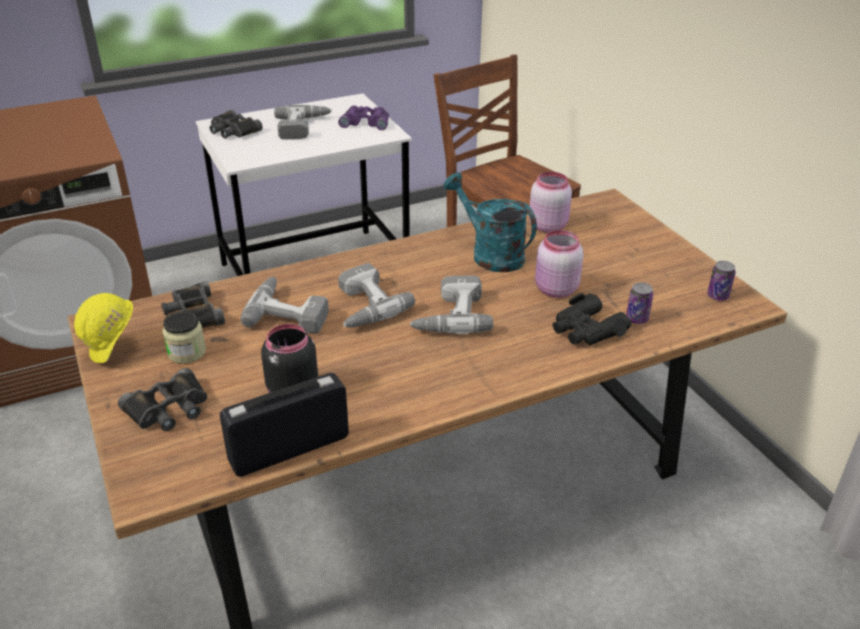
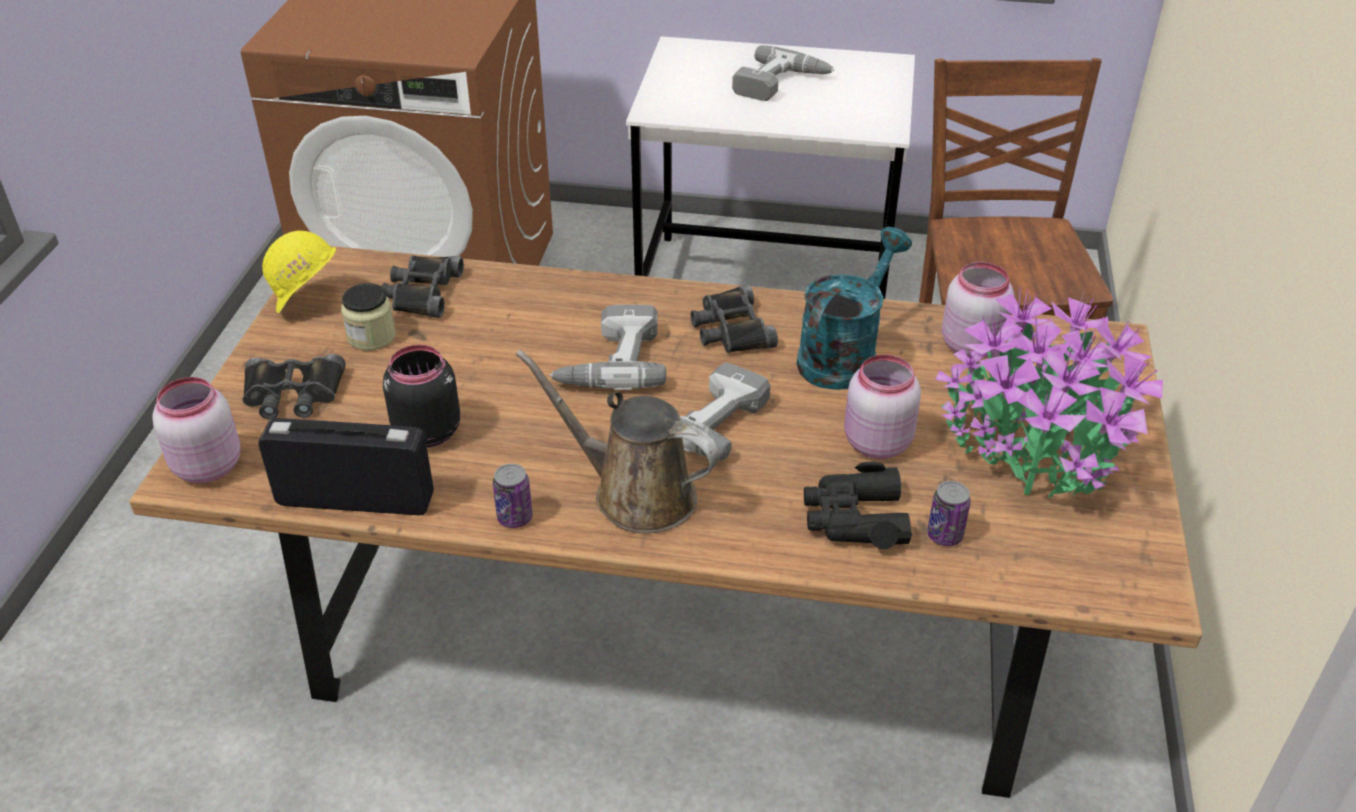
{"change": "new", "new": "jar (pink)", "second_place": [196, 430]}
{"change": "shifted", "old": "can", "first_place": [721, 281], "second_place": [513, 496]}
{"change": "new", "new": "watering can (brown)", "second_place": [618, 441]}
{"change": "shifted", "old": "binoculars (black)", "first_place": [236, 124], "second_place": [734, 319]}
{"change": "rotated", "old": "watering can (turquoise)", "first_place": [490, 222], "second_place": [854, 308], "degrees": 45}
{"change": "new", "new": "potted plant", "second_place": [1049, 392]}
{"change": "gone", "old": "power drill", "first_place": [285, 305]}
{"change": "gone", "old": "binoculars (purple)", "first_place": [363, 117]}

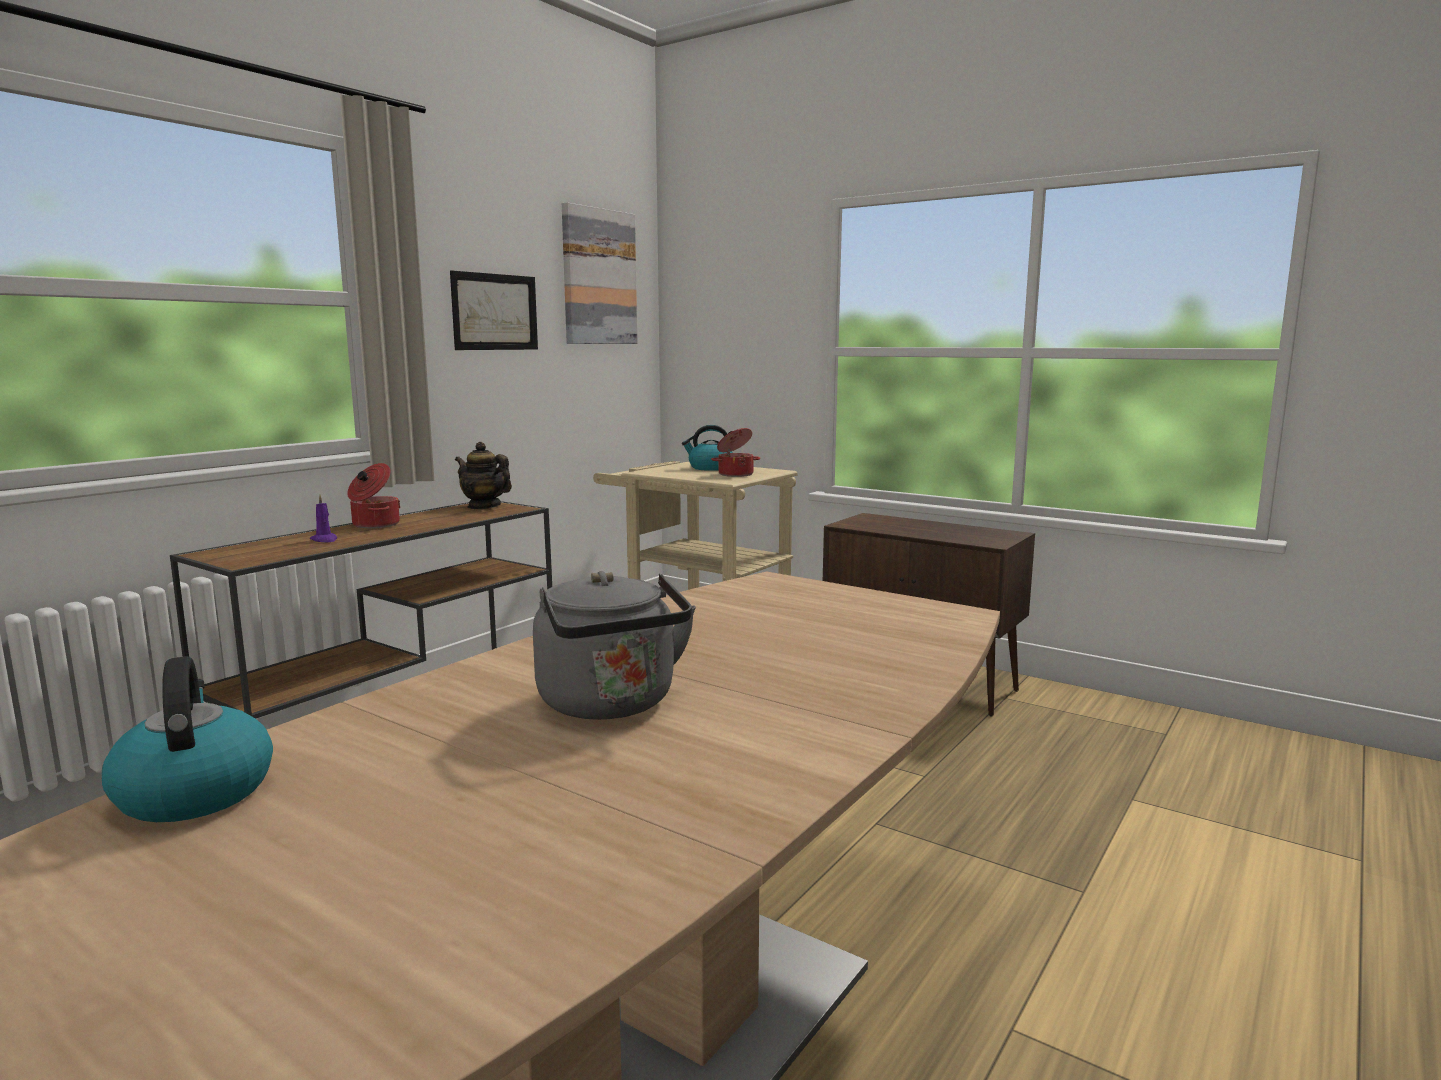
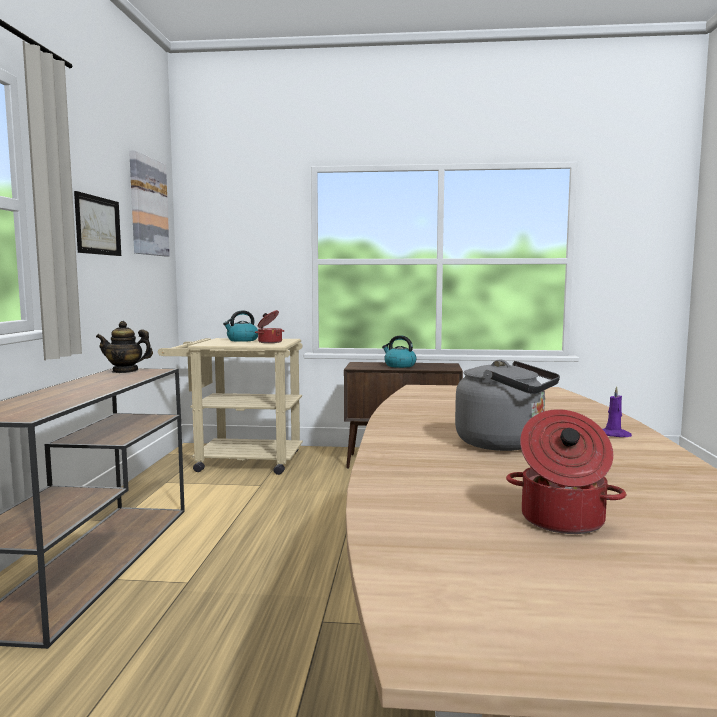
{"change": "shifted", "old": "kettle", "first_place": [187, 739], "second_place": [399, 351]}
{"change": "shifted", "old": "cooking pot", "first_place": [373, 495], "second_place": [566, 471]}
{"change": "shifted", "old": "candle (purple)", "first_place": [323, 518], "second_place": [617, 411]}

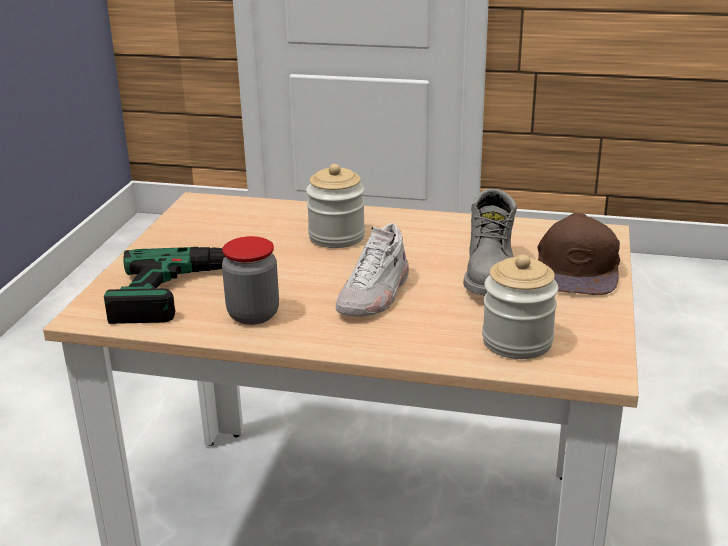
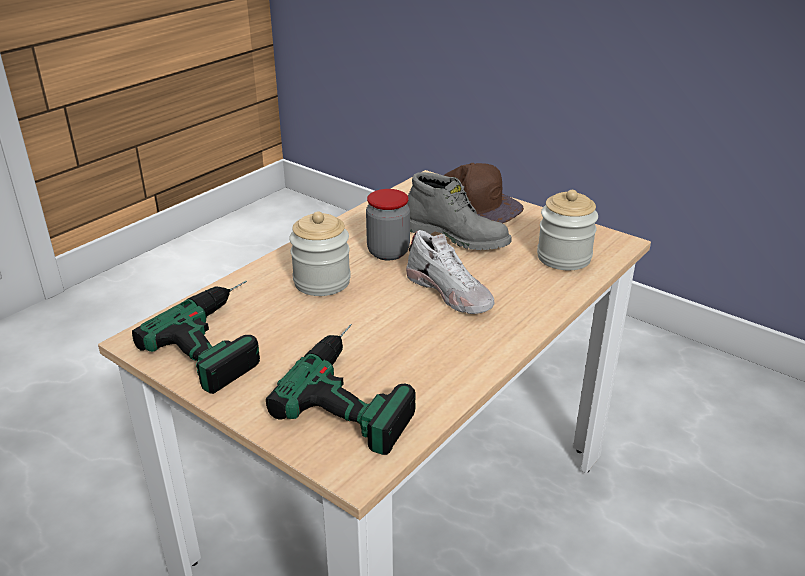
{"change": "new", "new": "power drill", "second_place": [196, 337]}
{"change": "shifted", "old": "jar", "first_place": [250, 280], "second_place": [388, 224]}

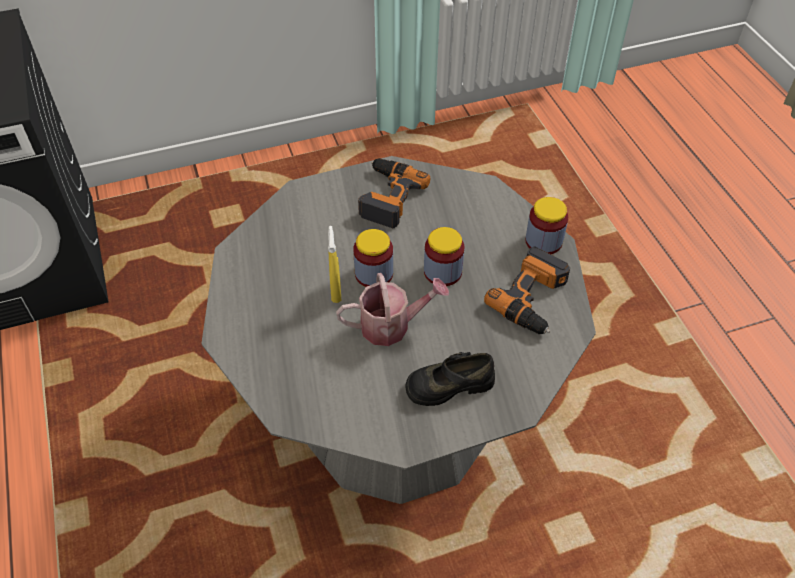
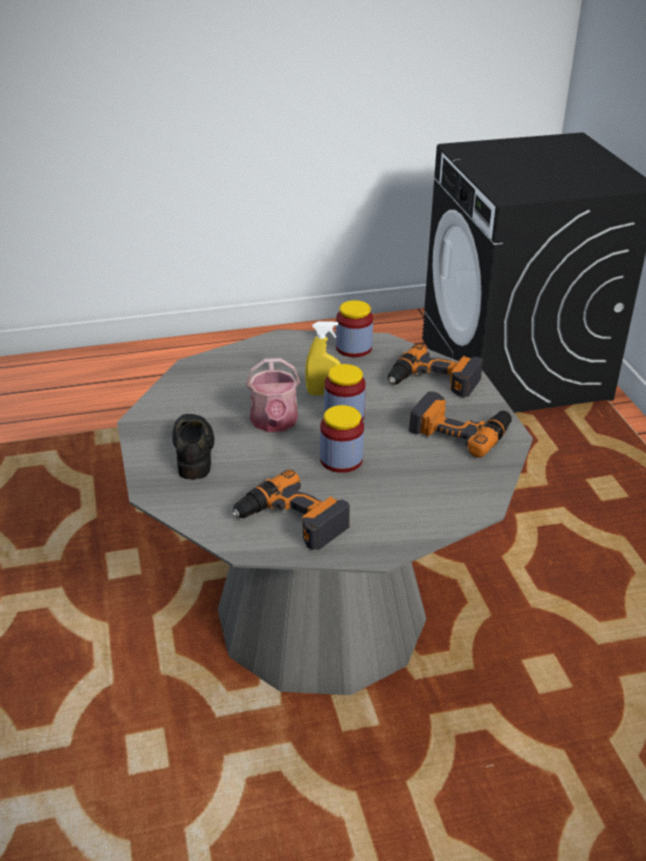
{"change": "shifted", "old": "jar", "first_place": [546, 225], "second_place": [354, 328]}
{"change": "new", "new": "power drill", "second_place": [435, 370]}

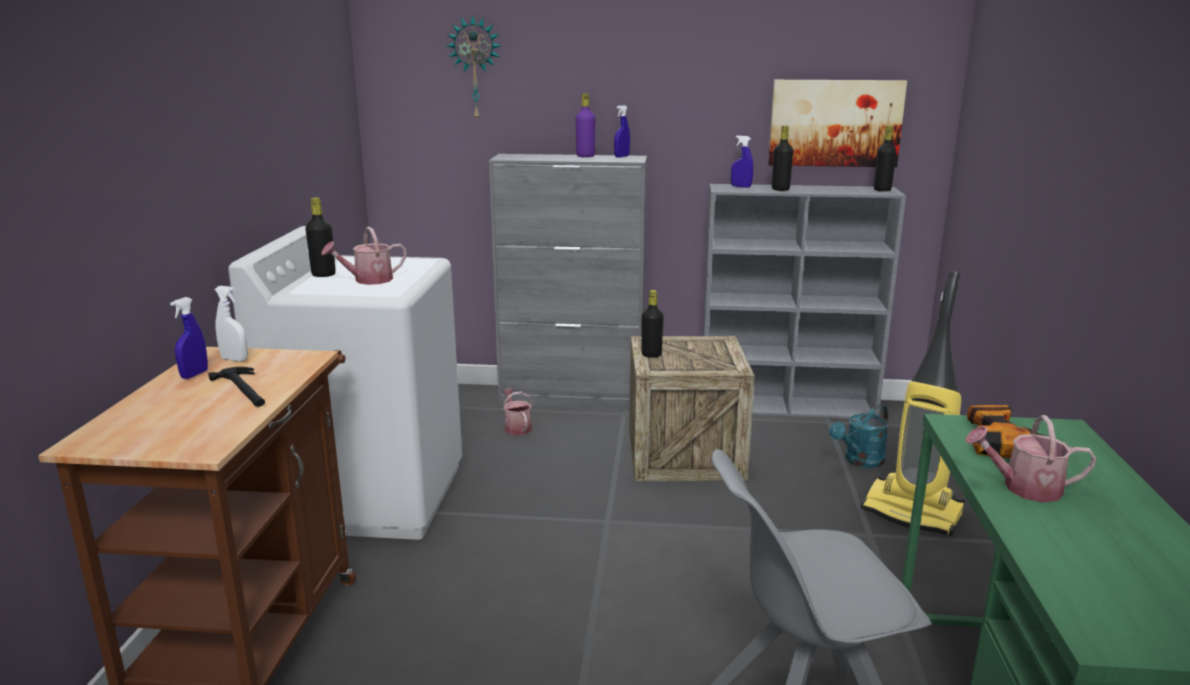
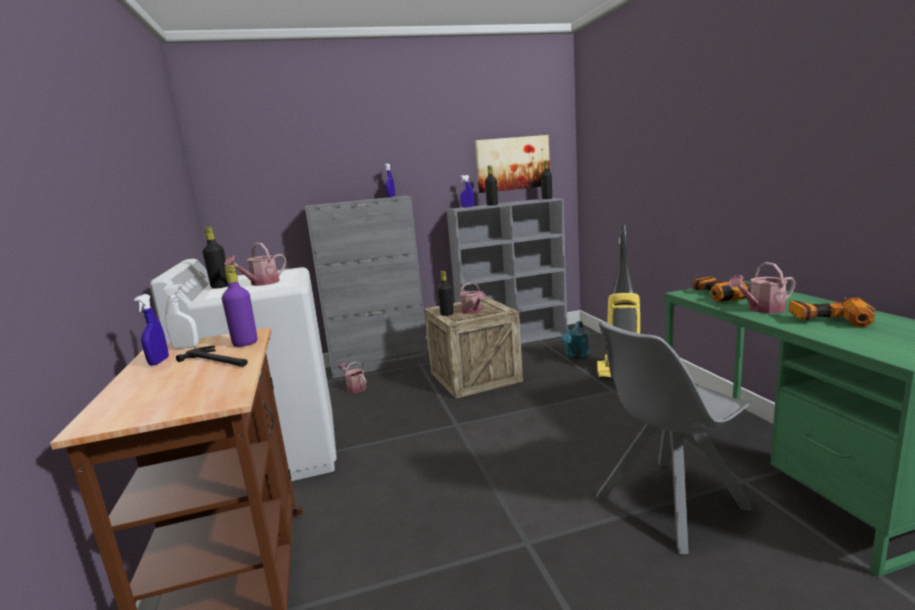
{"change": "shifted", "old": "bottle (purple)", "first_place": [585, 125], "second_place": [239, 306]}
{"change": "new", "new": "watering can", "second_place": [472, 298]}
{"change": "new", "new": "power drill", "second_place": [832, 312]}
{"change": "gone", "old": "wall clock", "first_place": [473, 67]}

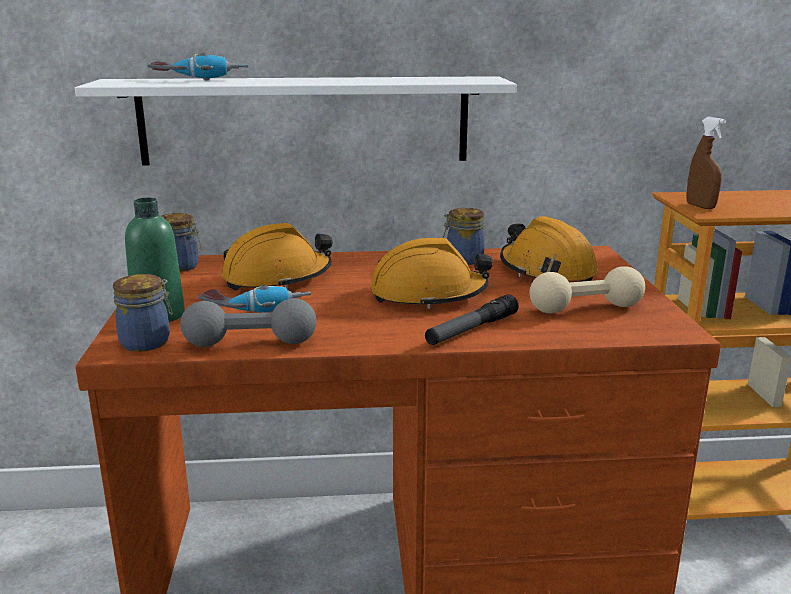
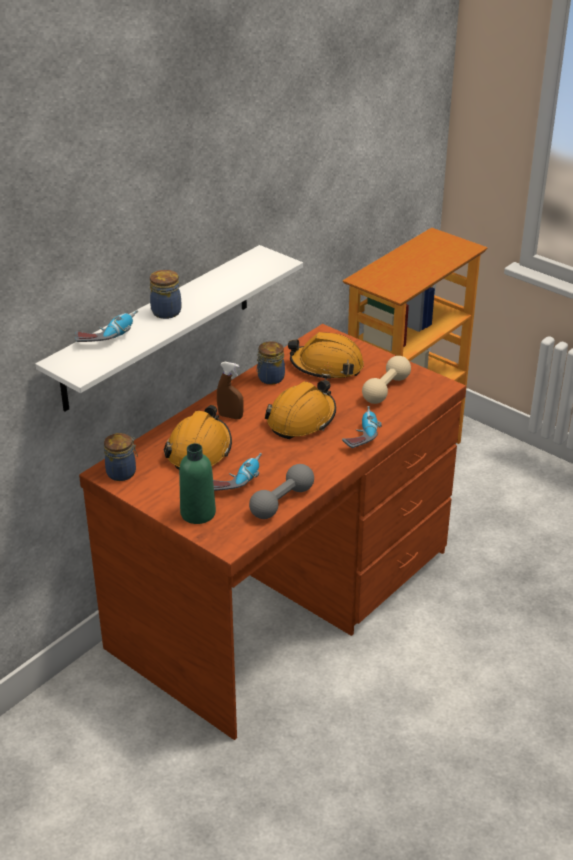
{"change": "shifted", "old": "jar", "first_place": [143, 313], "second_place": [165, 294]}
{"change": "shifted", "old": "spray bottle (brown)", "first_place": [706, 163], "second_place": [230, 390]}
{"change": "swapped", "old": "flashlight", "new": "power drill", "first_place": [472, 319], "second_place": [362, 427]}

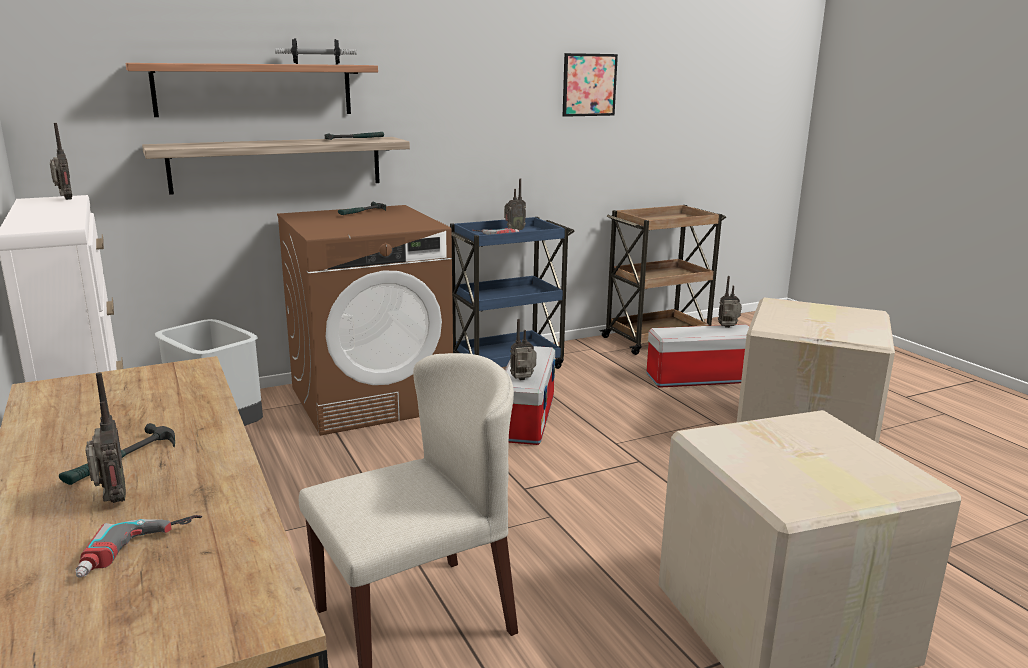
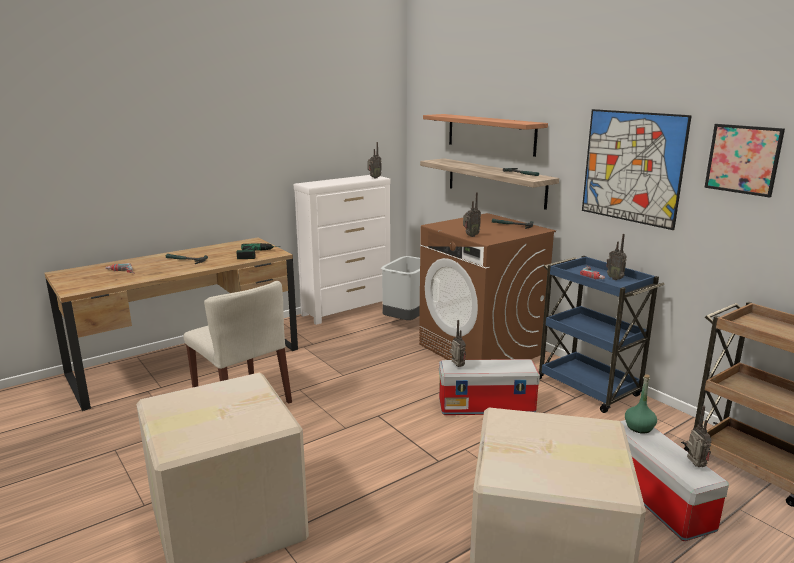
{"change": "new", "new": "power drill", "second_place": [258, 251]}
{"change": "shifted", "old": "radio", "first_place": [106, 437], "second_place": [472, 214]}
{"change": "new", "new": "picture", "second_place": [637, 169]}
{"change": "new", "new": "bottle (green)", "second_place": [641, 404]}
{"change": "gone", "old": "dumbbell", "first_place": [315, 51]}

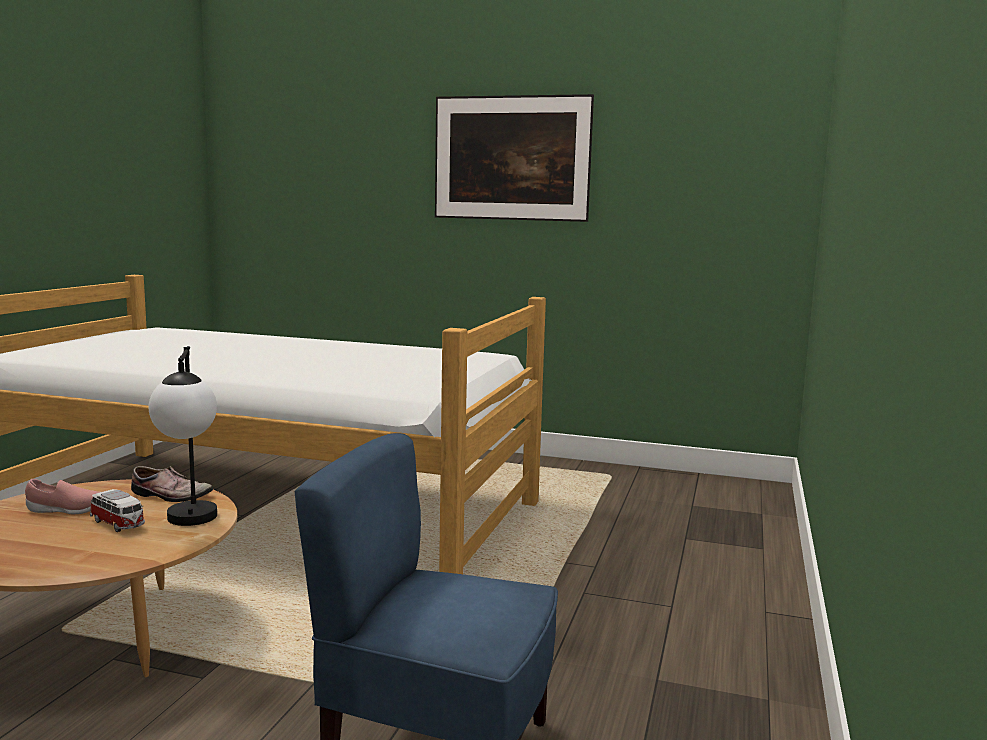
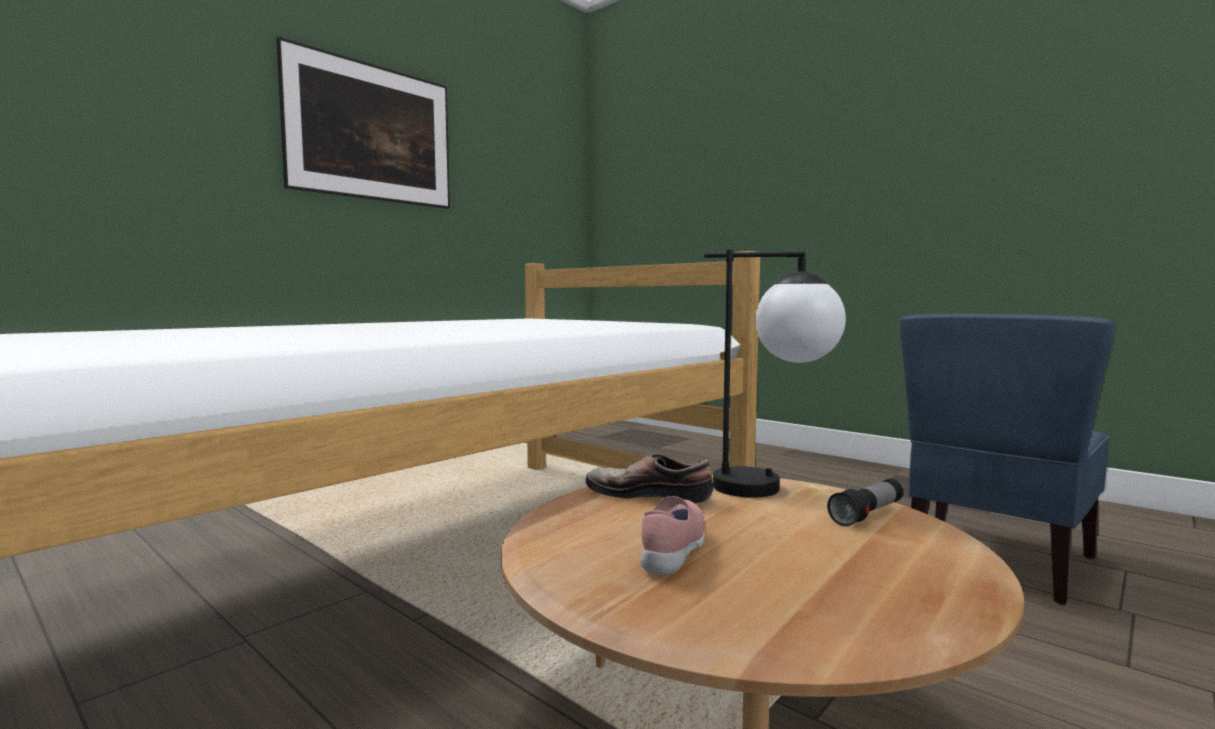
{"change": "rotated", "old": "shoe", "first_place": [172, 484], "second_place": [649, 478], "degrees": -105}
{"change": "new", "new": "flashlight", "second_place": [865, 503]}
{"change": "gone", "old": "toy car", "first_place": [117, 510]}

